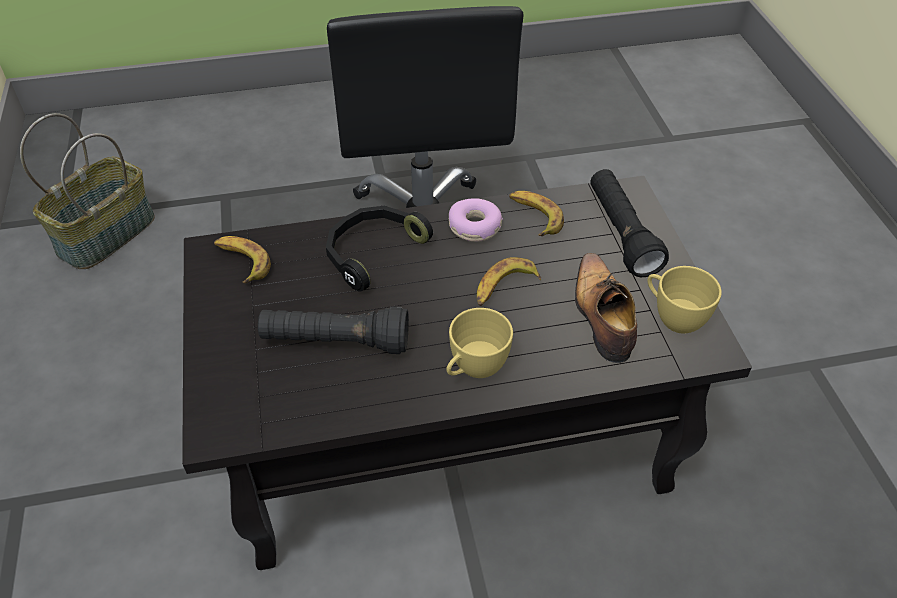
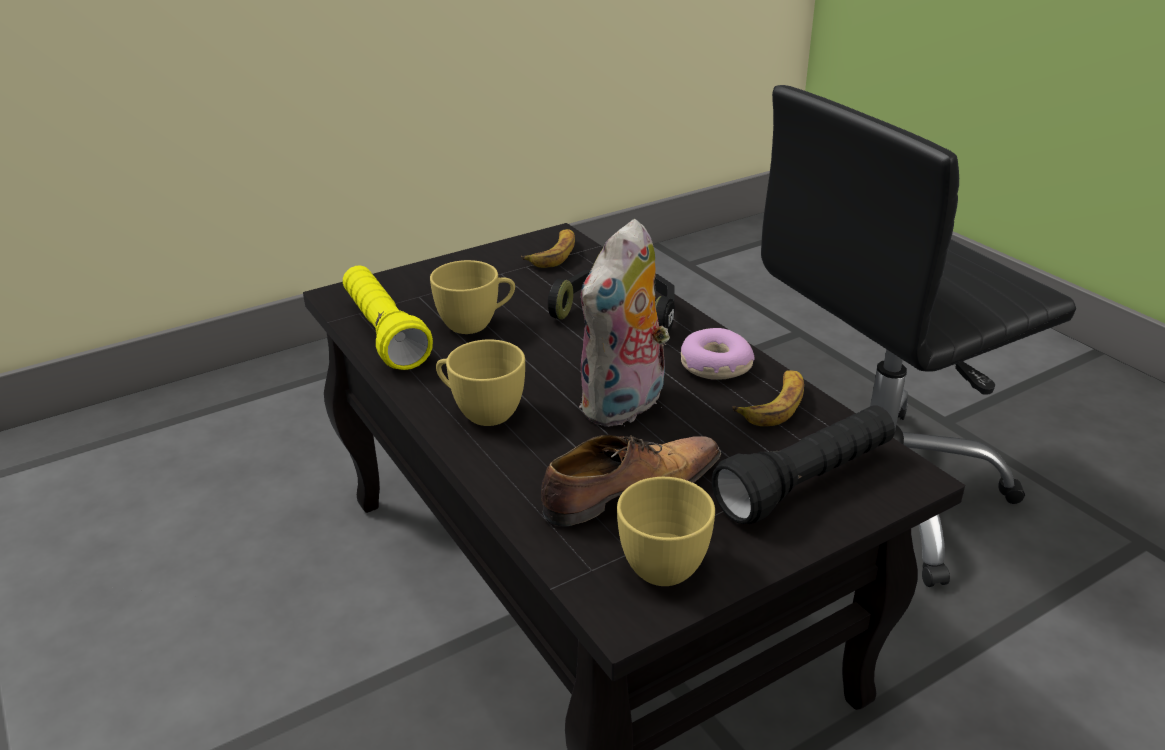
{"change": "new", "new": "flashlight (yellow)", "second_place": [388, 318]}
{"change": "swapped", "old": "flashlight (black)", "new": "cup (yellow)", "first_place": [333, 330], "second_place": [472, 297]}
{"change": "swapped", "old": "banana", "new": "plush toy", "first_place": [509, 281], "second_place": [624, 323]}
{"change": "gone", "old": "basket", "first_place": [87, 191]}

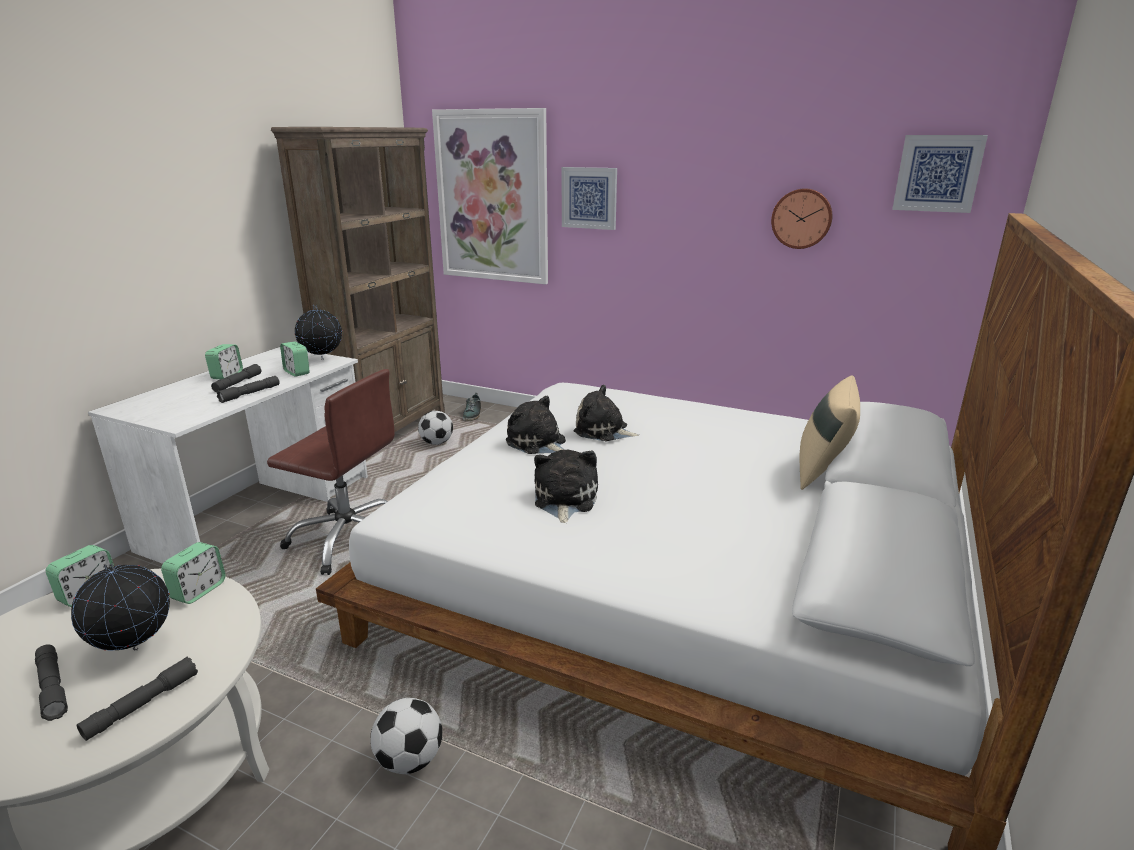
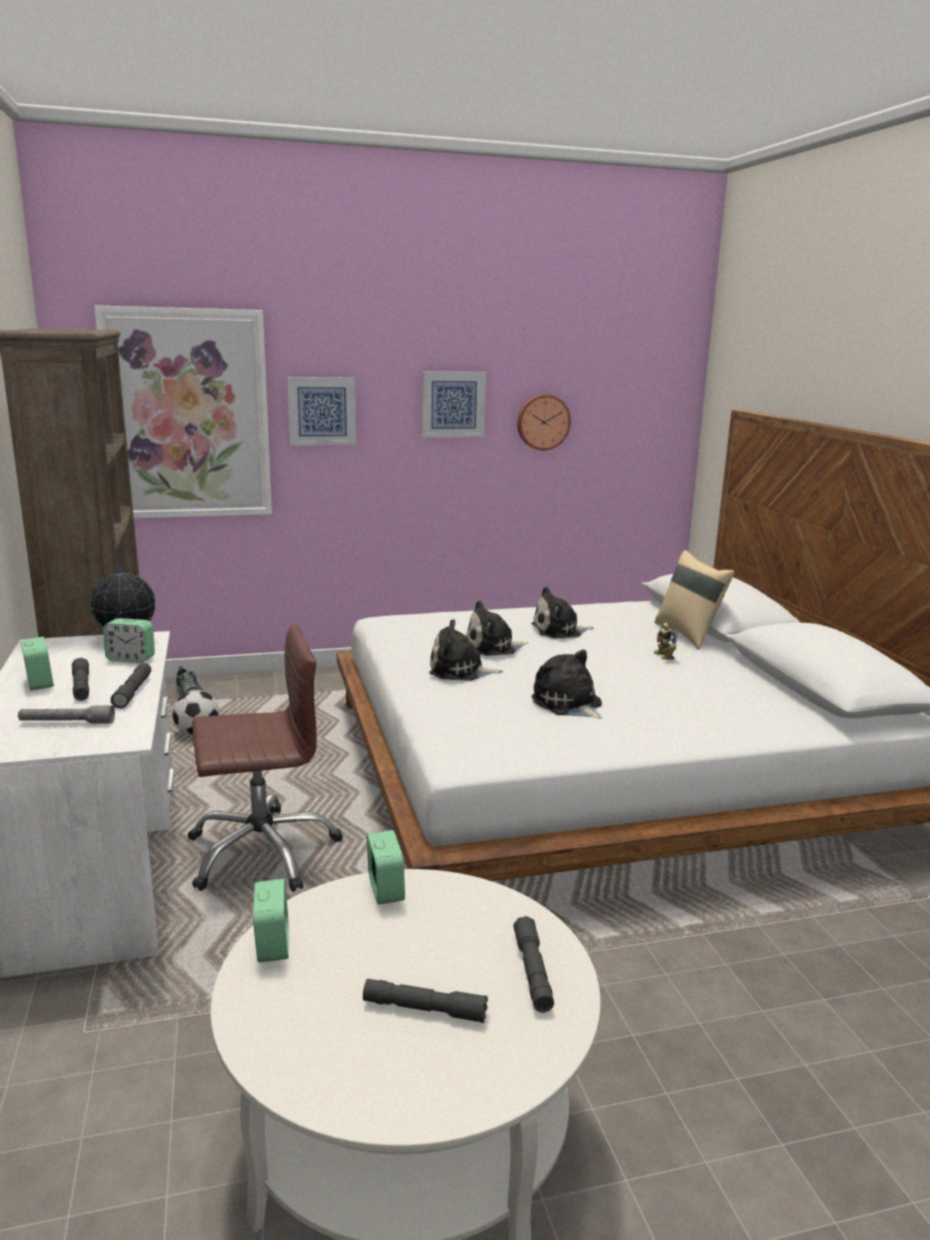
{"change": "new", "new": "flashlight (grey)", "second_place": [66, 714]}
{"change": "shifted", "old": "picture", "first_place": [940, 174], "second_place": [454, 404]}
{"change": "new", "new": "plush toy", "second_place": [562, 612]}
{"change": "new", "new": "toy robot", "second_place": [666, 640]}
{"change": "gone", "old": "globe", "first_place": [120, 606]}
{"change": "gone", "old": "football", "first_place": [406, 736]}

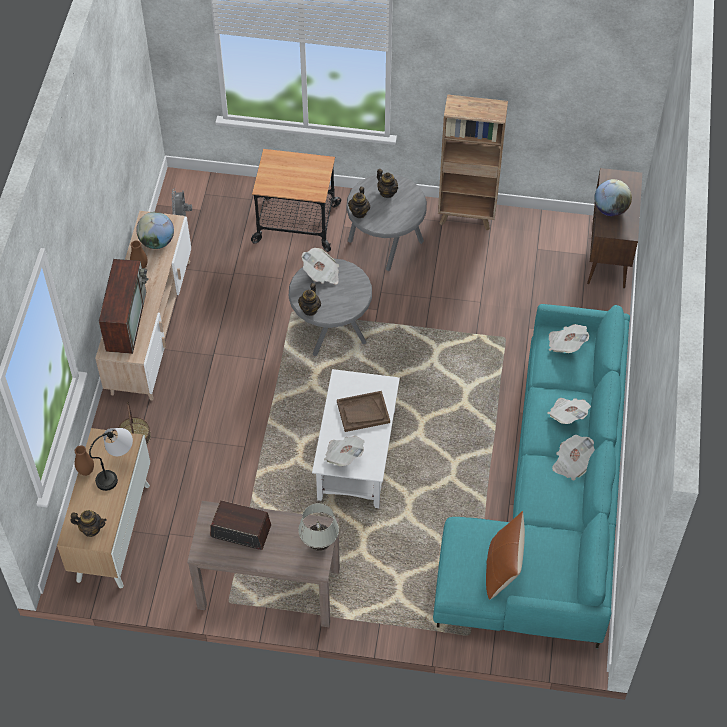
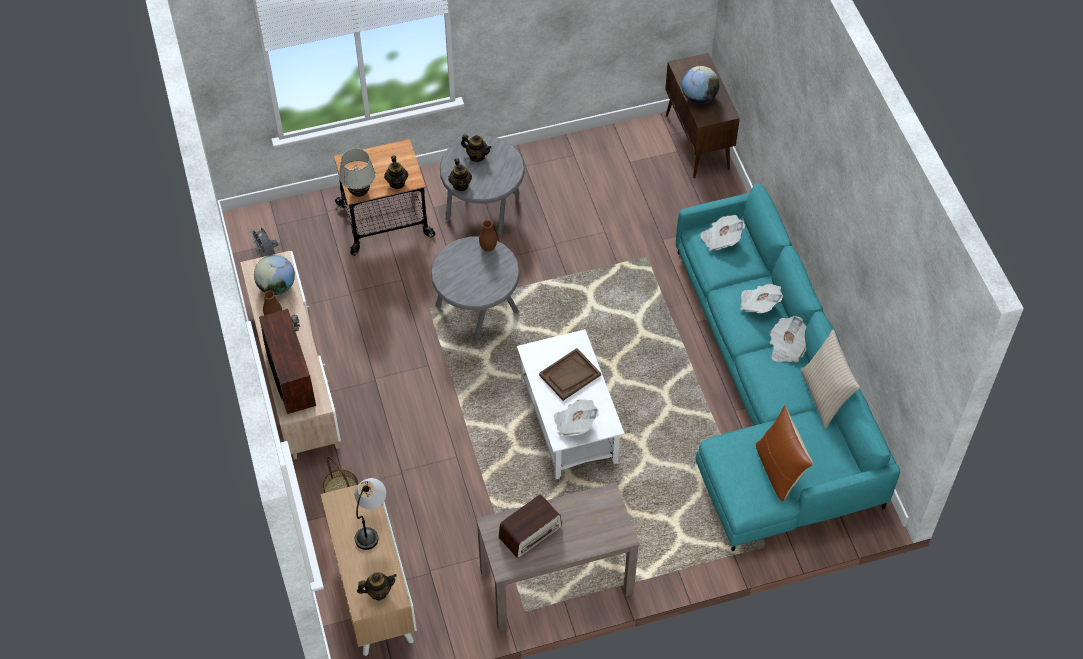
{"change": "shifted", "old": "table lamp (white)", "first_place": [318, 527], "second_place": [357, 172]}
{"change": "shifted", "old": "teapot", "first_place": [309, 299], "second_place": [396, 172]}
{"change": "shifted", "old": "vase (brown)", "first_place": [84, 460], "second_place": [488, 235]}
{"change": "rotated", "old": "radio", "first_place": [240, 525], "second_place": [530, 526], "degrees": 150}
{"change": "new", "new": "pillow (beige)", "second_place": [830, 379]}
{"change": "gone", "old": "newspaper", "first_place": [320, 266]}
{"change": "gone", "old": "bookcase (brown)", "first_place": [473, 162]}

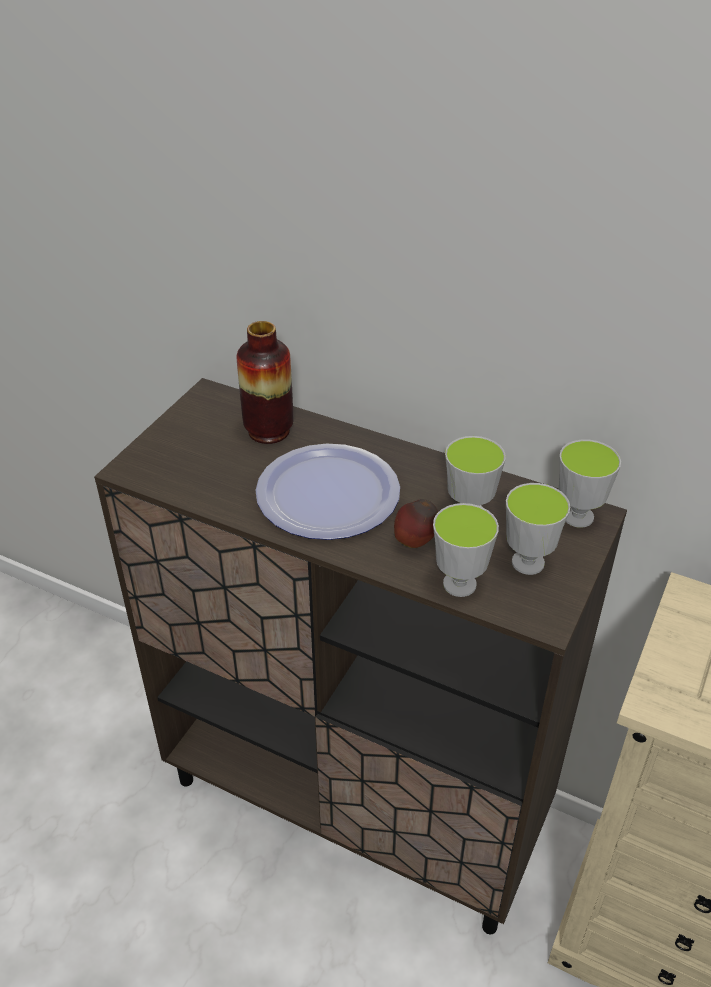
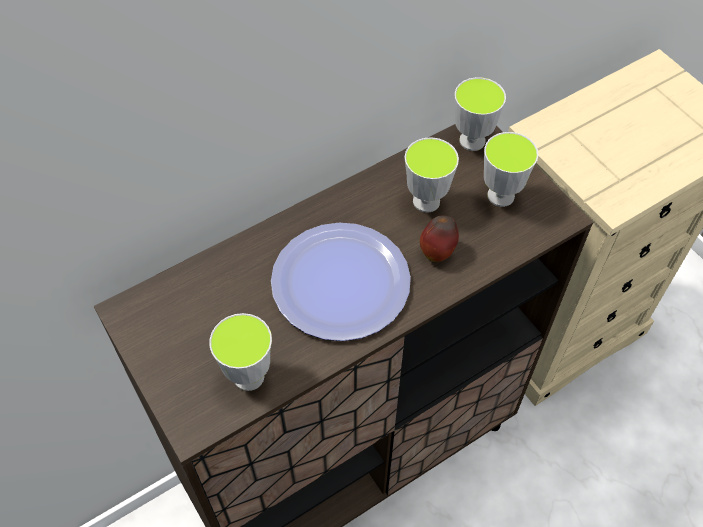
{"change": "shifted", "old": "cup", "first_place": [466, 550], "second_place": [240, 352]}
{"change": "gone", "old": "vase", "first_place": [264, 382]}

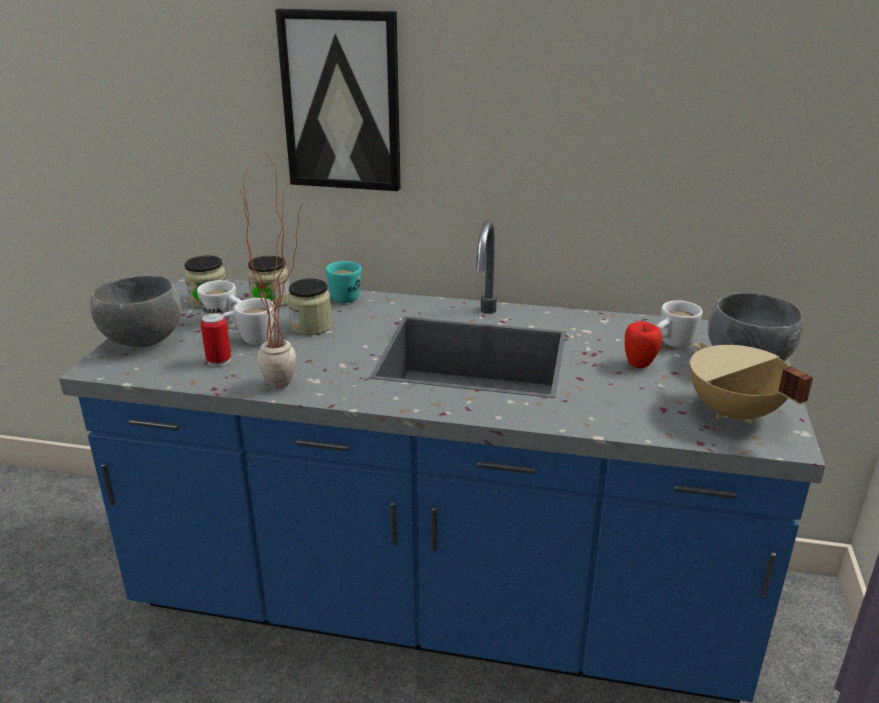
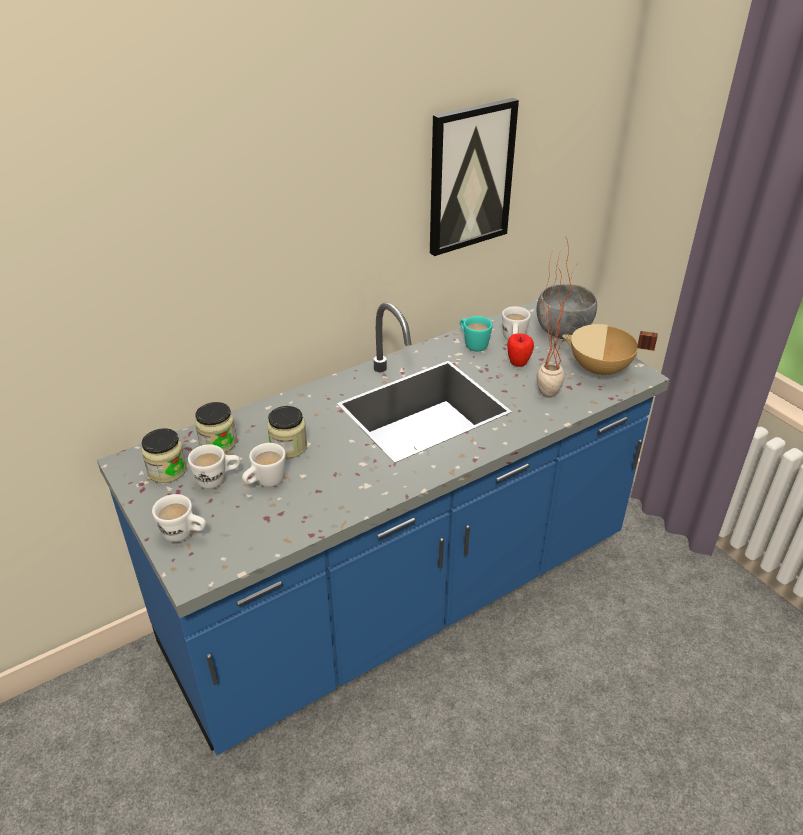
{"change": "swapped", "old": "bowl (grey)", "new": "mug (white)", "first_place": [136, 311], "second_place": [179, 518]}
{"change": "shifted", "old": "picture", "first_place": [338, 100], "second_place": [474, 177]}
{"change": "shifted", "old": "mug (turquoise)", "first_place": [344, 282], "second_place": [476, 333]}
{"change": "shifted", "old": "potted plant", "first_place": [270, 270], "second_place": [556, 316]}
{"change": "gone", "old": "can", "first_place": [216, 339]}

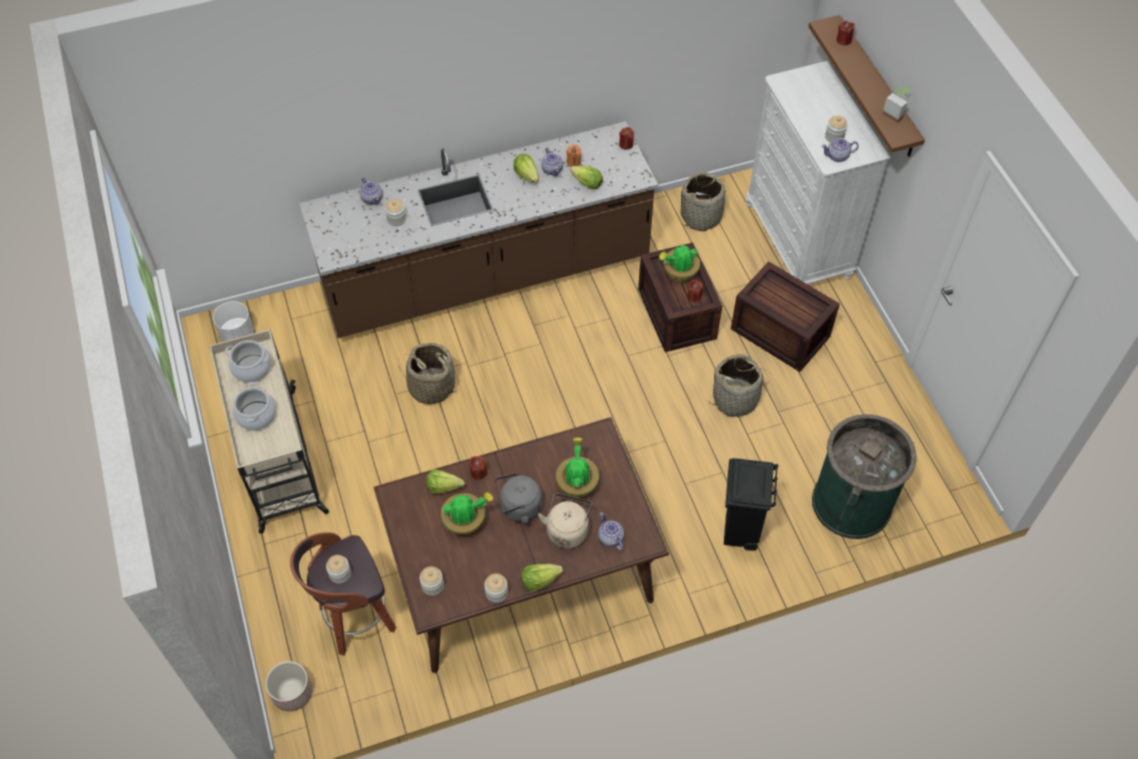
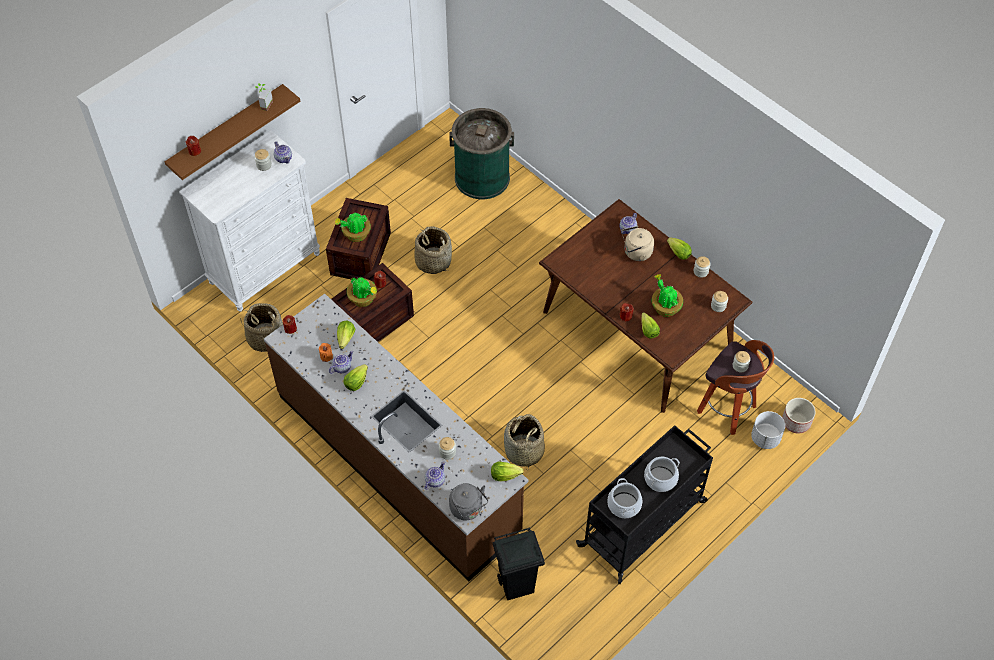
{"change": "shifted", "old": "potted plant", "first_place": [577, 467], "second_place": [353, 227]}
{"change": "shifted", "old": "kettle (grey)", "first_place": [518, 498], "second_place": [468, 501]}
{"change": "new", "new": "lettuce", "second_place": [507, 471]}
{"change": "shifted", "old": "trash can (black)", "first_place": [751, 504], "second_place": [519, 563]}
{"change": "repainted", "old": "cart (beige)", "new": "cart (black)", "first_place": [269, 431], "second_place": [644, 504]}
{"change": "shifted", "old": "planter (white)", "first_place": [233, 321], "second_place": [768, 430]}

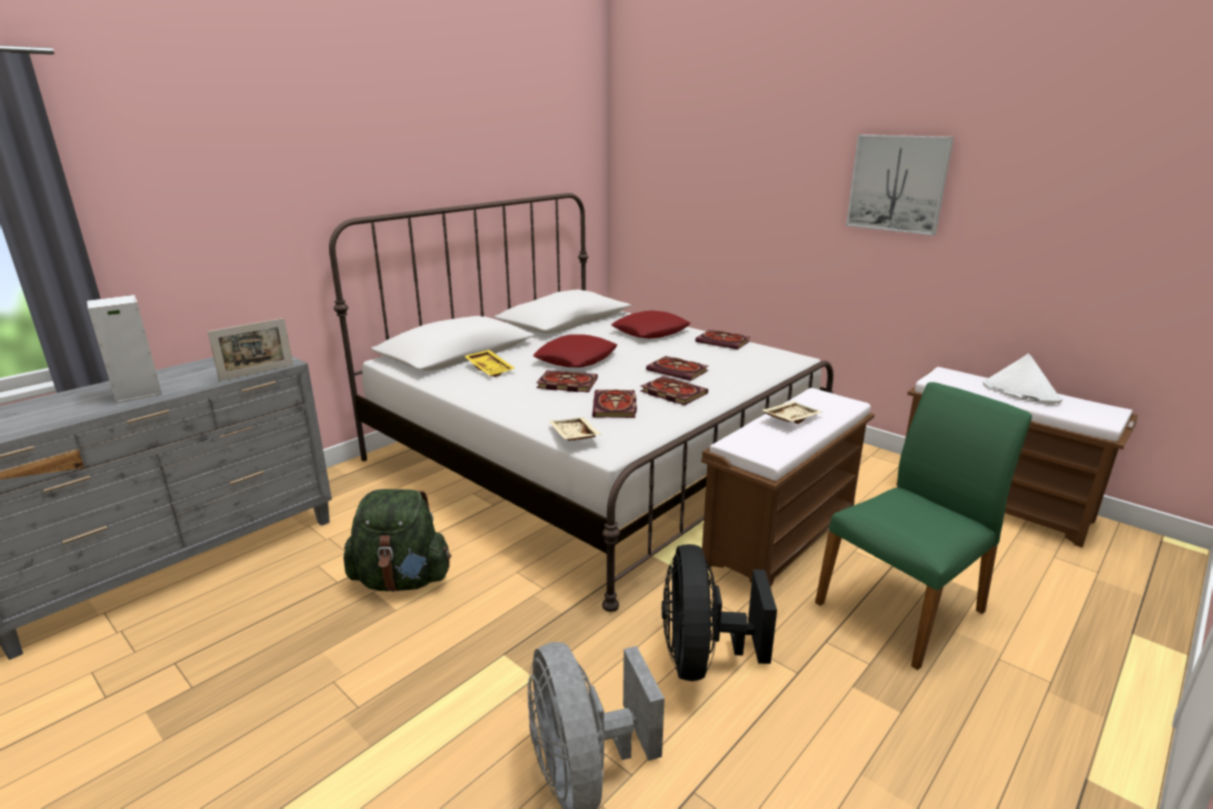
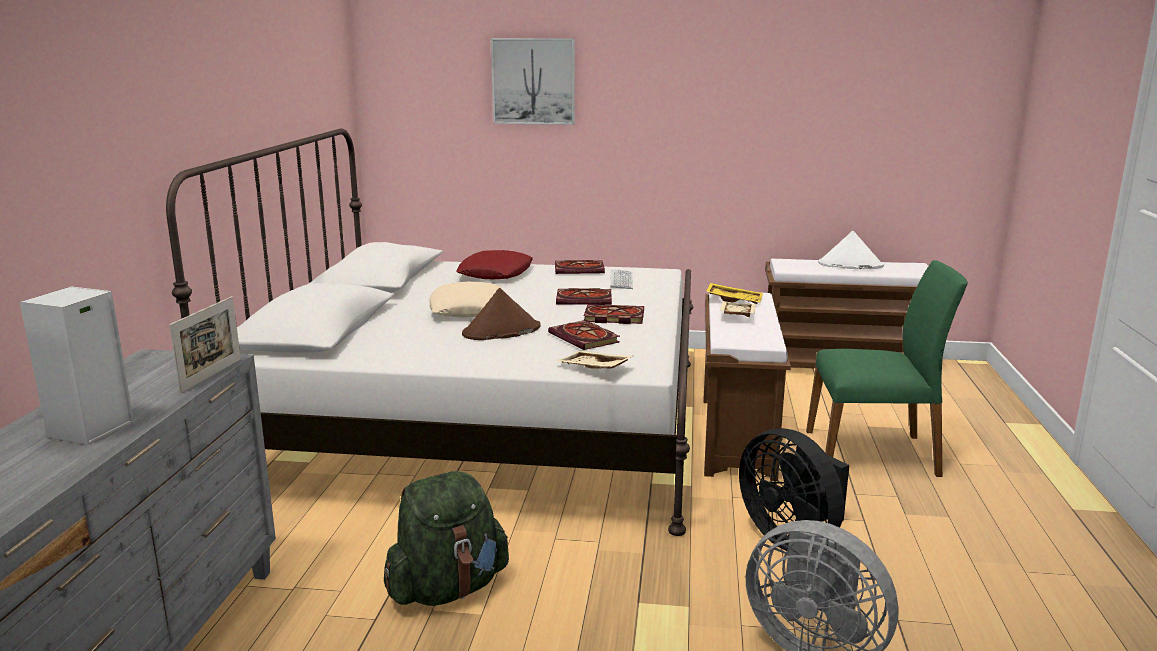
{"change": "repainted", "old": "pillow (red)", "new": "pillow (beige)", "first_place": [575, 350], "second_place": [466, 300]}
{"change": "swapped", "old": "book", "new": "hat (brown)", "first_place": [567, 381], "second_place": [501, 314]}
{"change": "shifted", "old": "picture", "first_place": [900, 185], "second_place": [533, 81]}
{"change": "new", "new": "keyboard", "second_place": [621, 279]}
{"change": "shifted", "old": "tray (yellow)", "first_place": [489, 363], "second_place": [734, 293]}
{"change": "rotated", "old": "chair (green)", "first_place": [923, 526], "second_place": [887, 368], "degrees": 75}

